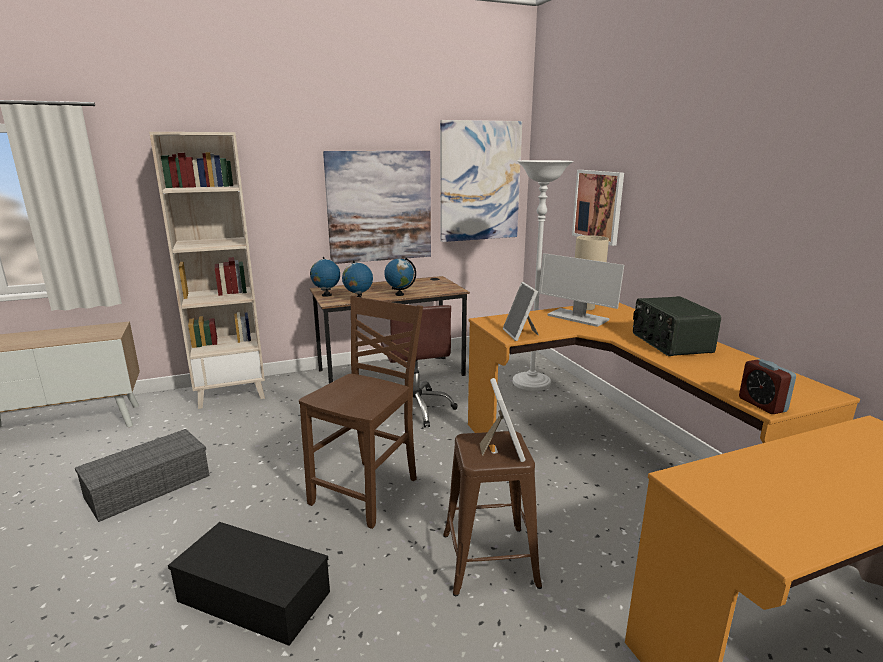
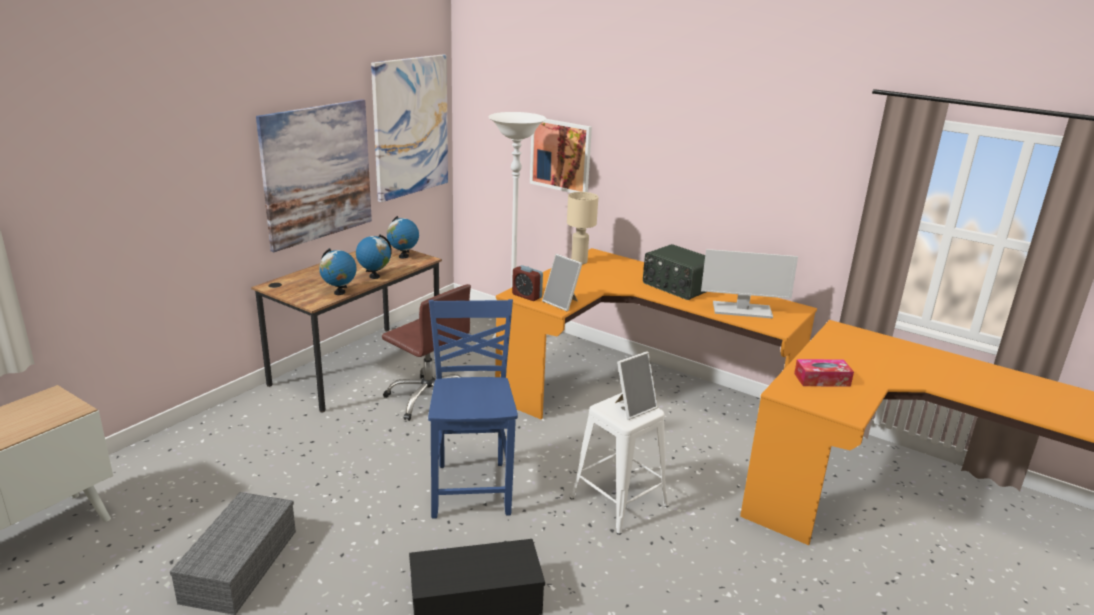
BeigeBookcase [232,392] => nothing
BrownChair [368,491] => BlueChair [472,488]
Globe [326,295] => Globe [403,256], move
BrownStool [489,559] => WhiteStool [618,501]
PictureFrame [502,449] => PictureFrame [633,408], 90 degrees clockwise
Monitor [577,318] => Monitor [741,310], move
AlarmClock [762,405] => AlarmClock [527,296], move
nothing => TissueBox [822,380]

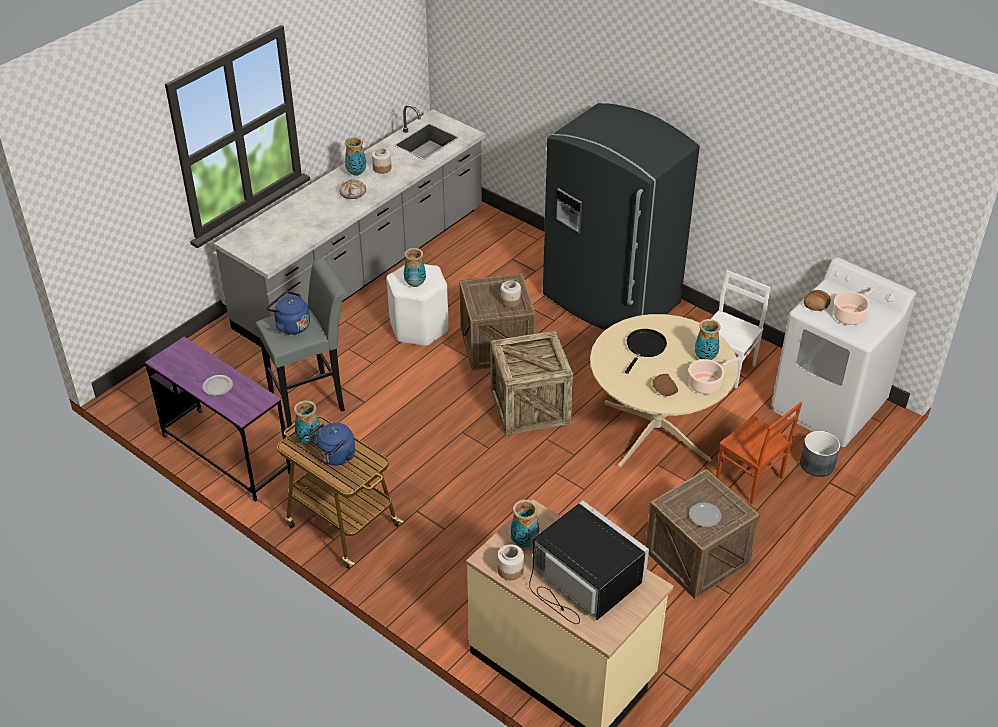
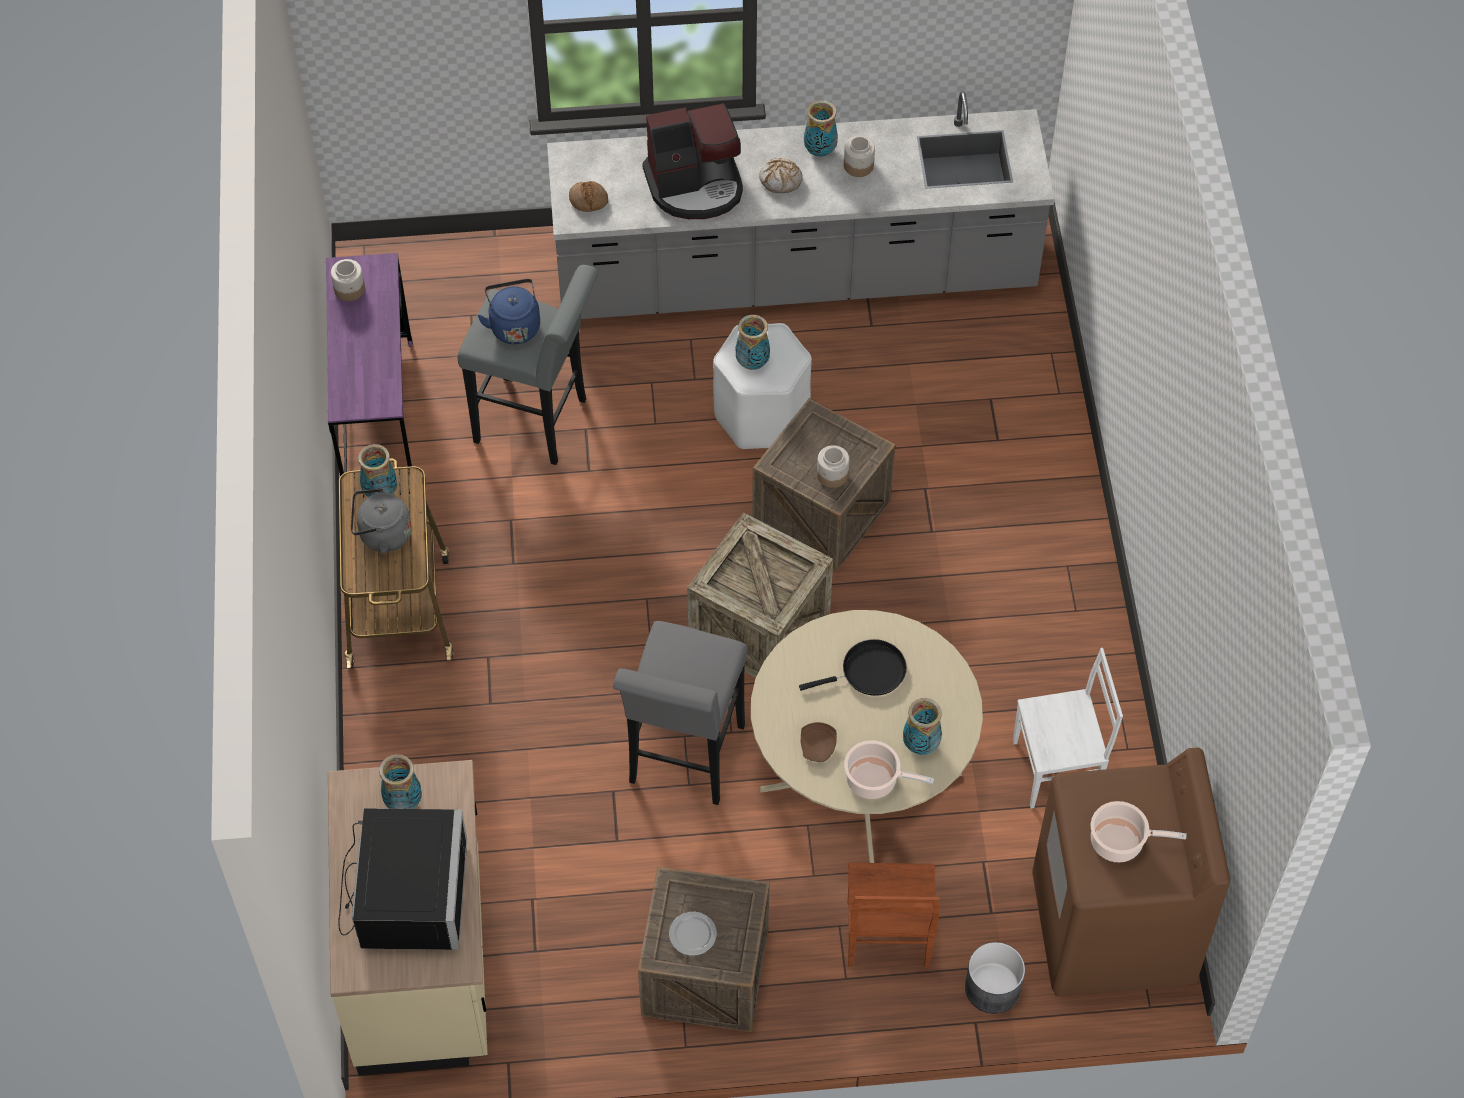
Plate [217,386] => nothing
BlueKettle [335,457] => GreyKettle [382,535]
Jar [510,570] => Jar [349,289], move
GreyFridge [609,301] => nothing
WhiteWashingMachine [829,406] => BrownWashingMachine [1112,930]
Bread [816,303] => Bread [588,200], move
nothing => GreyStool [683,762]
nothing => CoffeeMachine [695,186]

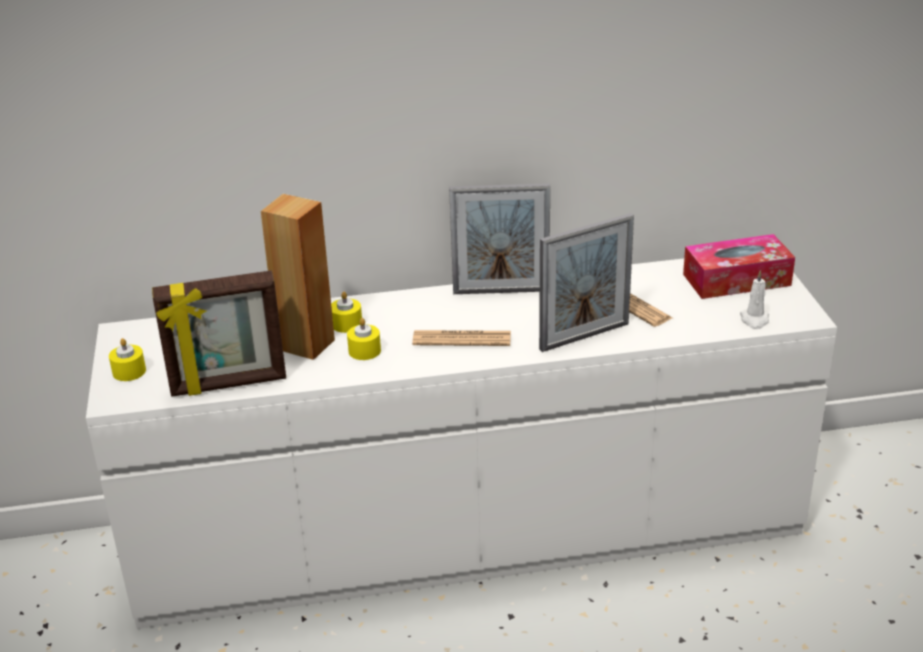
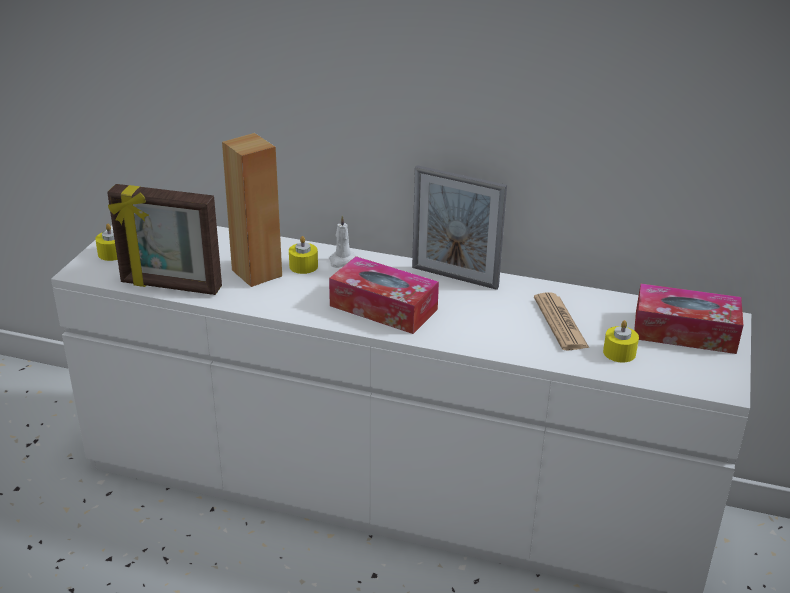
YellowCandle [364,351] => YellowCandle [619,352], move
Newspaper [462,339] => TissueBox [383,307]
PictureFrame [584,336] => nothing
WhiteCandle [754,320] => WhiteCandle [342,260], move

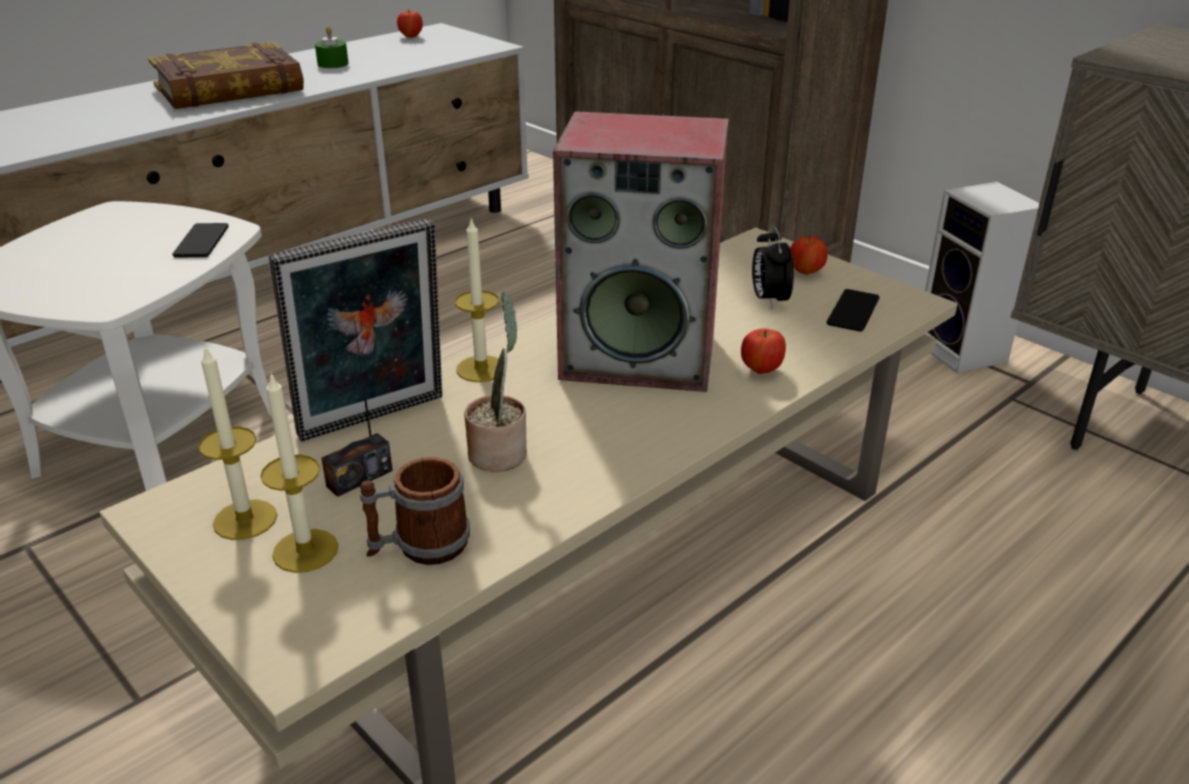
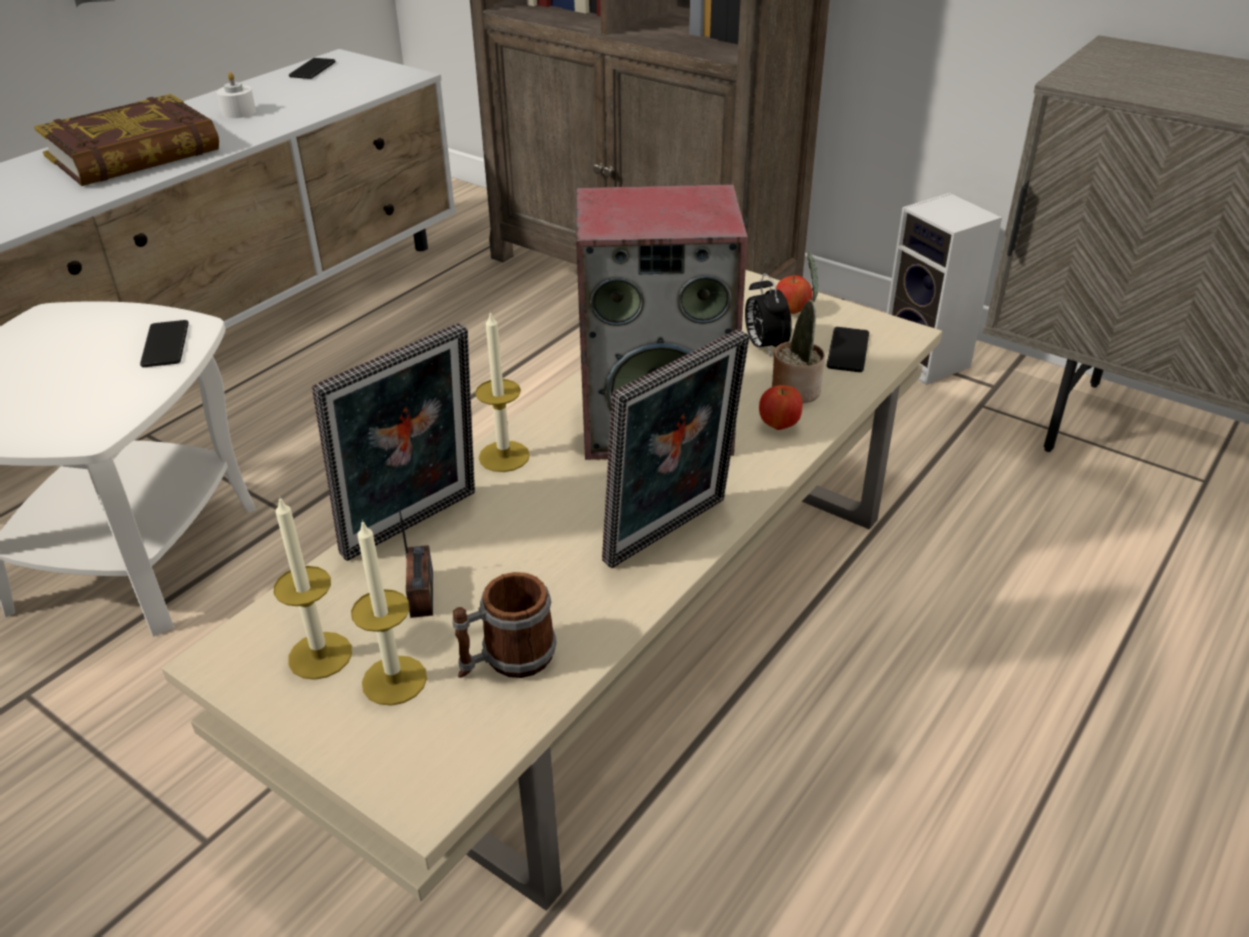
GreenCandle [333,64] => WhiteCandle [238,112]
Radio [359,478] => Radio [421,594], 45 degrees counterclockwise
Apple [411,36] => Phone [312,69]
PottedPlant [499,452] => PottedPlant [796,388], move
nothing => PictureFrame [672,535]

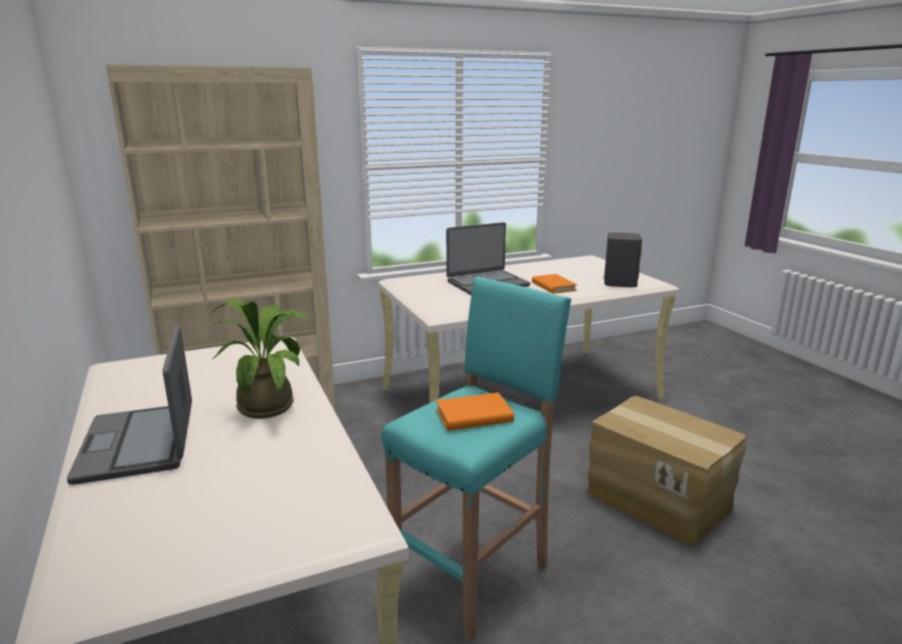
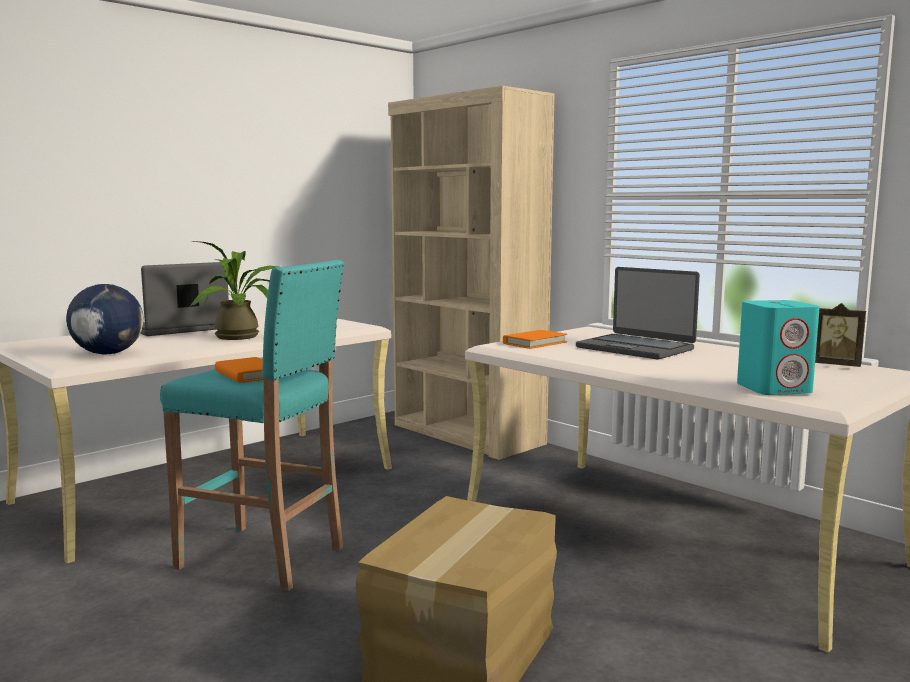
OrangeBook [553,286] => OrangeBook [534,343], move
GreySpeaker [620,283] => TurquoiseSpeaker [774,389]
nothing => Globe [108,353]
nothing => PictureFrame [836,365]

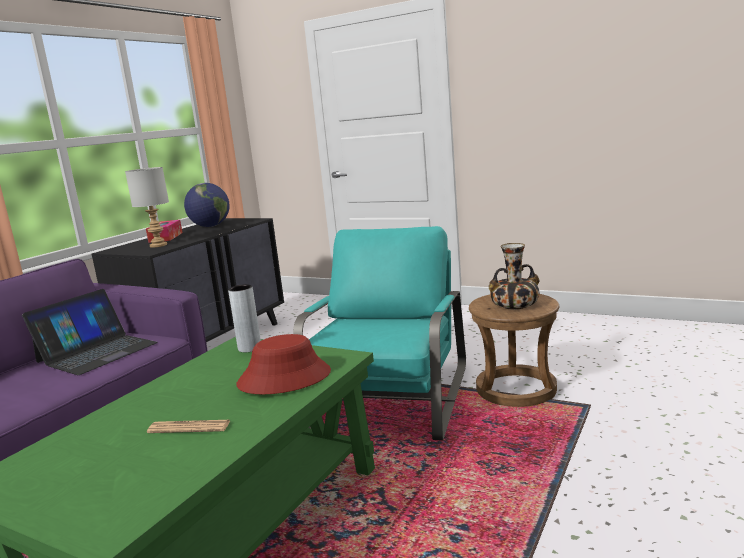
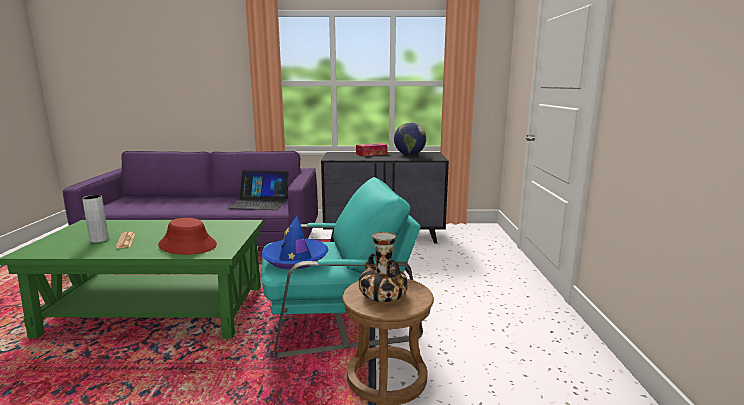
GreyTableLamp [157,245] => nothing
GreyVase [249,348] => GreyVase [99,240], move
nothing => BlueHat [295,259]

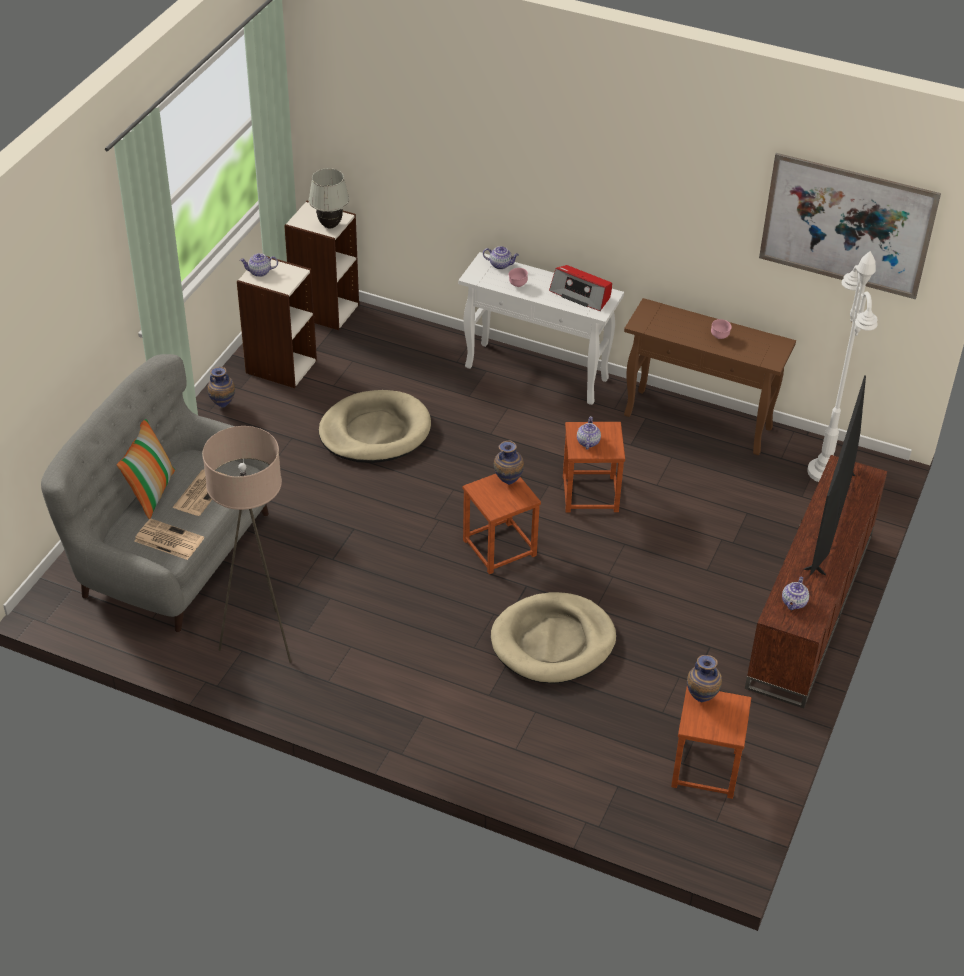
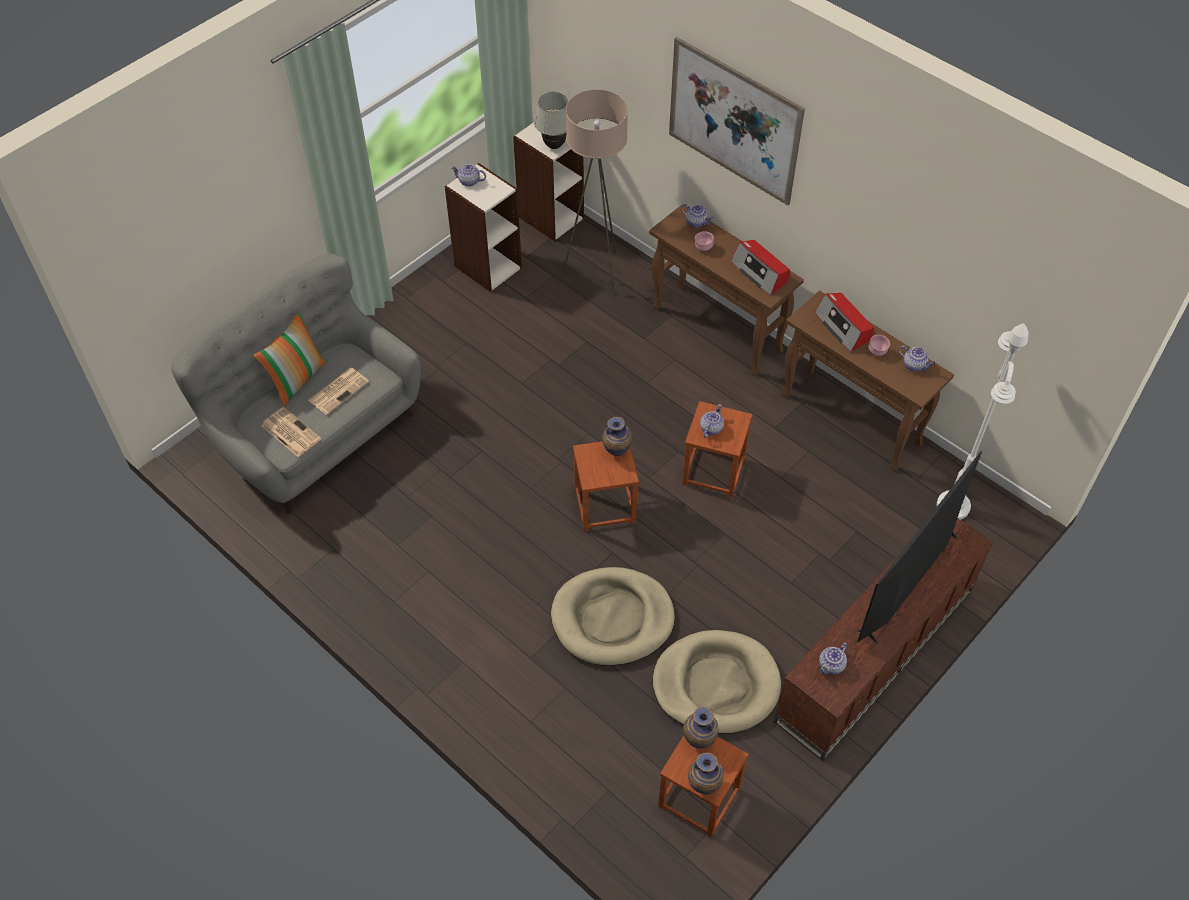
BeigeFloorLamp [261,641] => BeigeFloorLamp [597,273], move
Vase [223,405] => Vase [704,785], move
BeigeDogBed [375,431] => BeigeDogBed [716,684], move
WhiteConsoleTable [537,373] => BrownConsoleTable [718,330]
Picture [847,226] => Picture [733,121], move
nothing => Radio [843,327]
nothing => Teapot [914,365]

